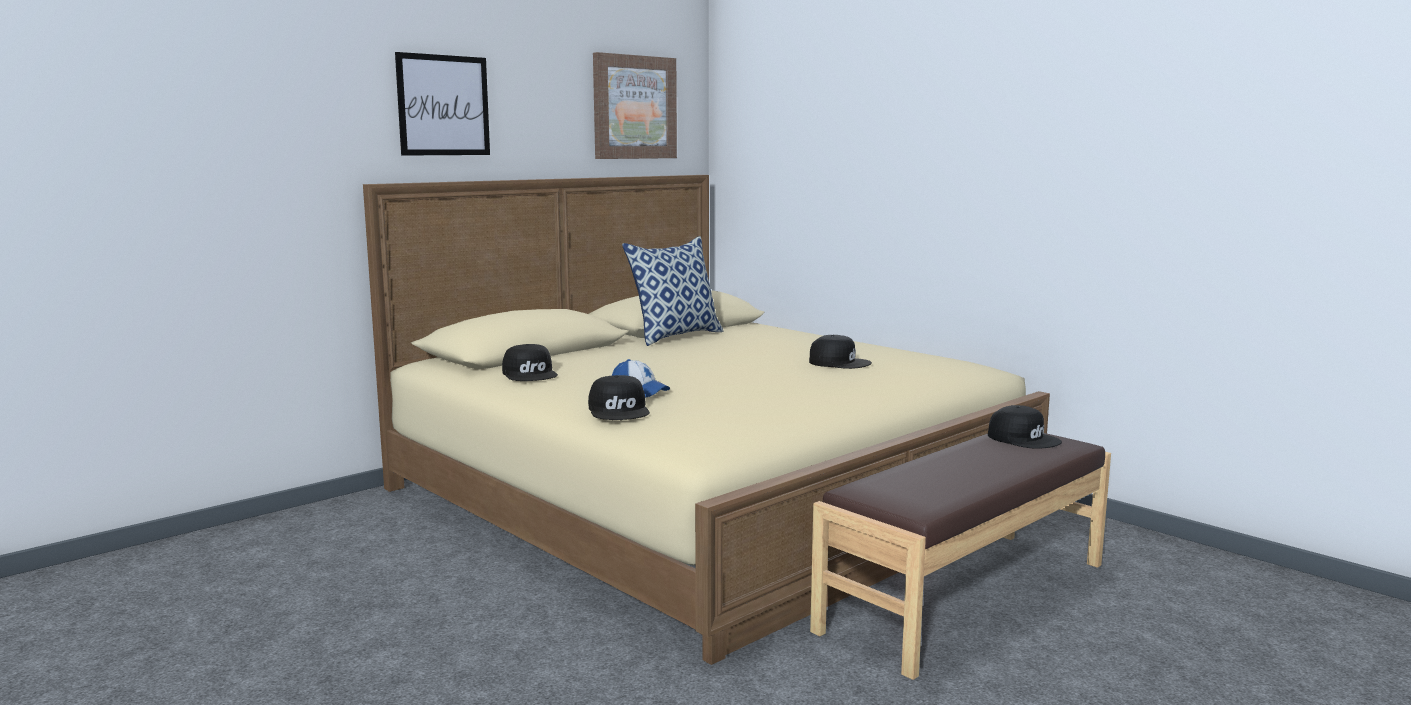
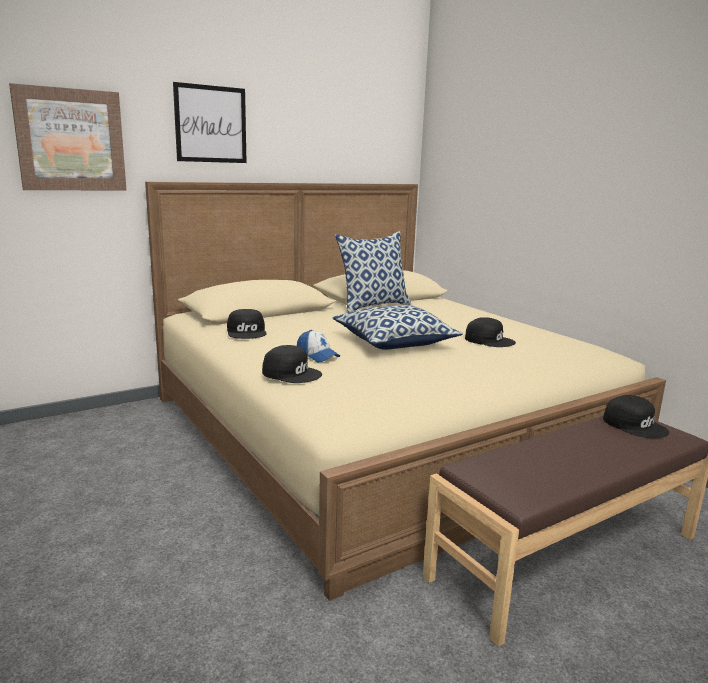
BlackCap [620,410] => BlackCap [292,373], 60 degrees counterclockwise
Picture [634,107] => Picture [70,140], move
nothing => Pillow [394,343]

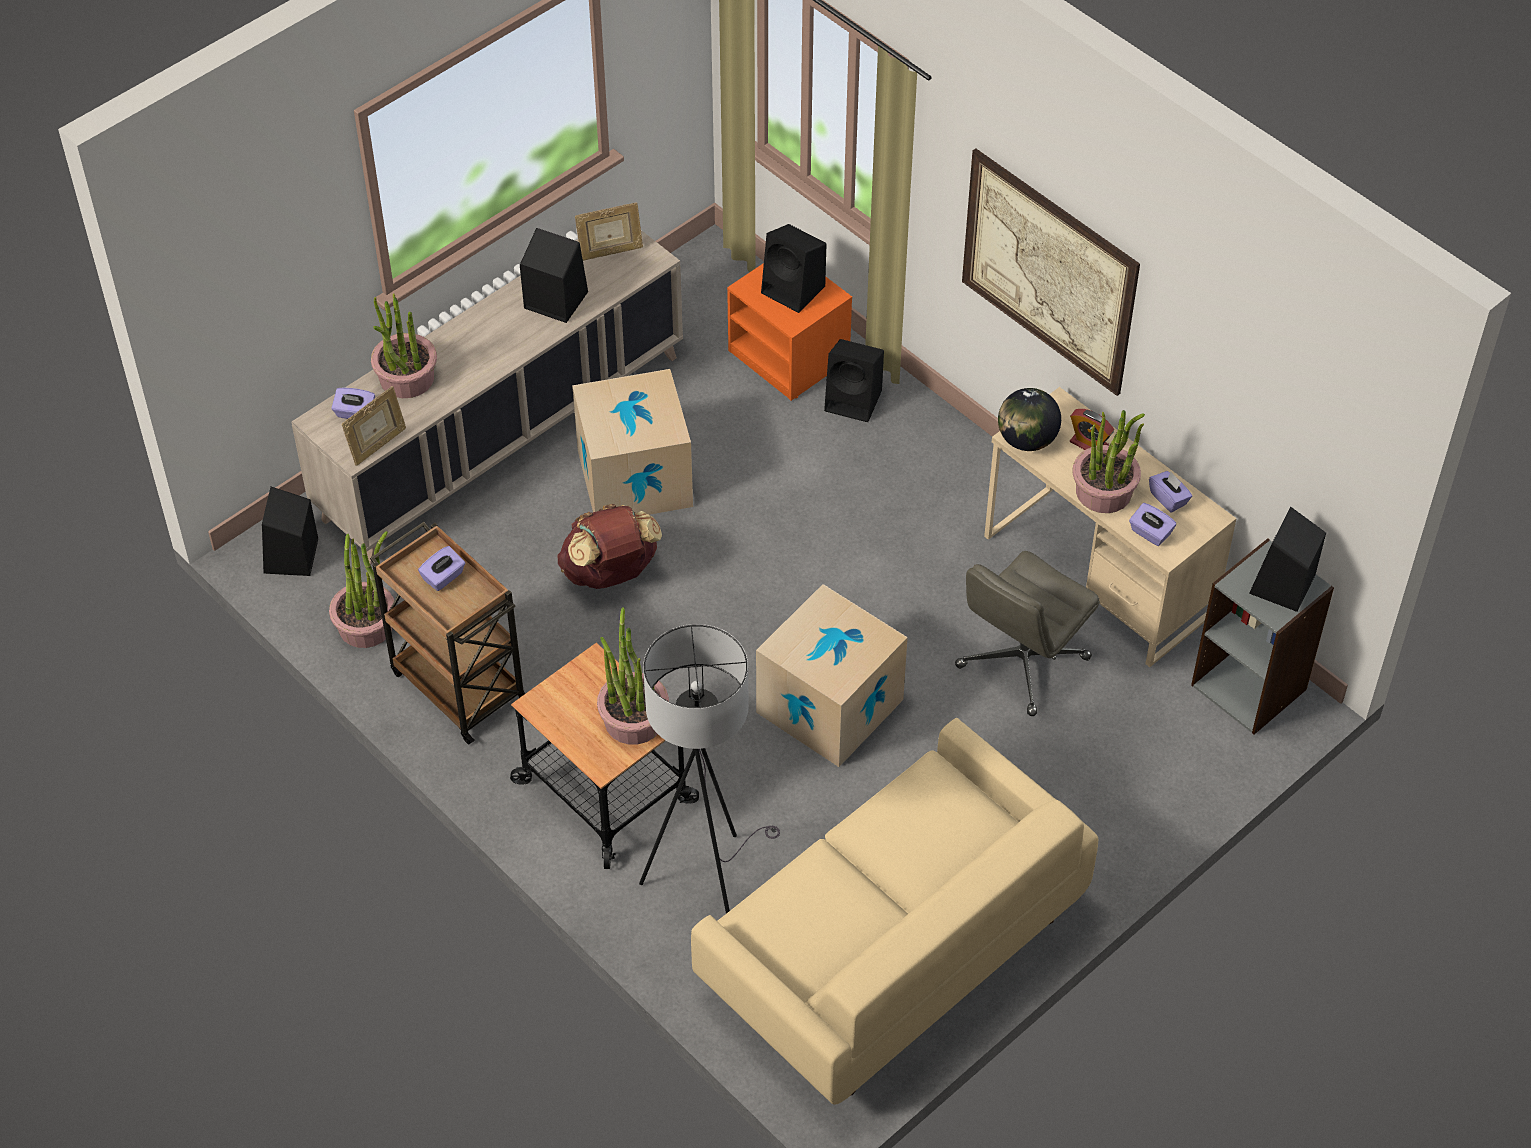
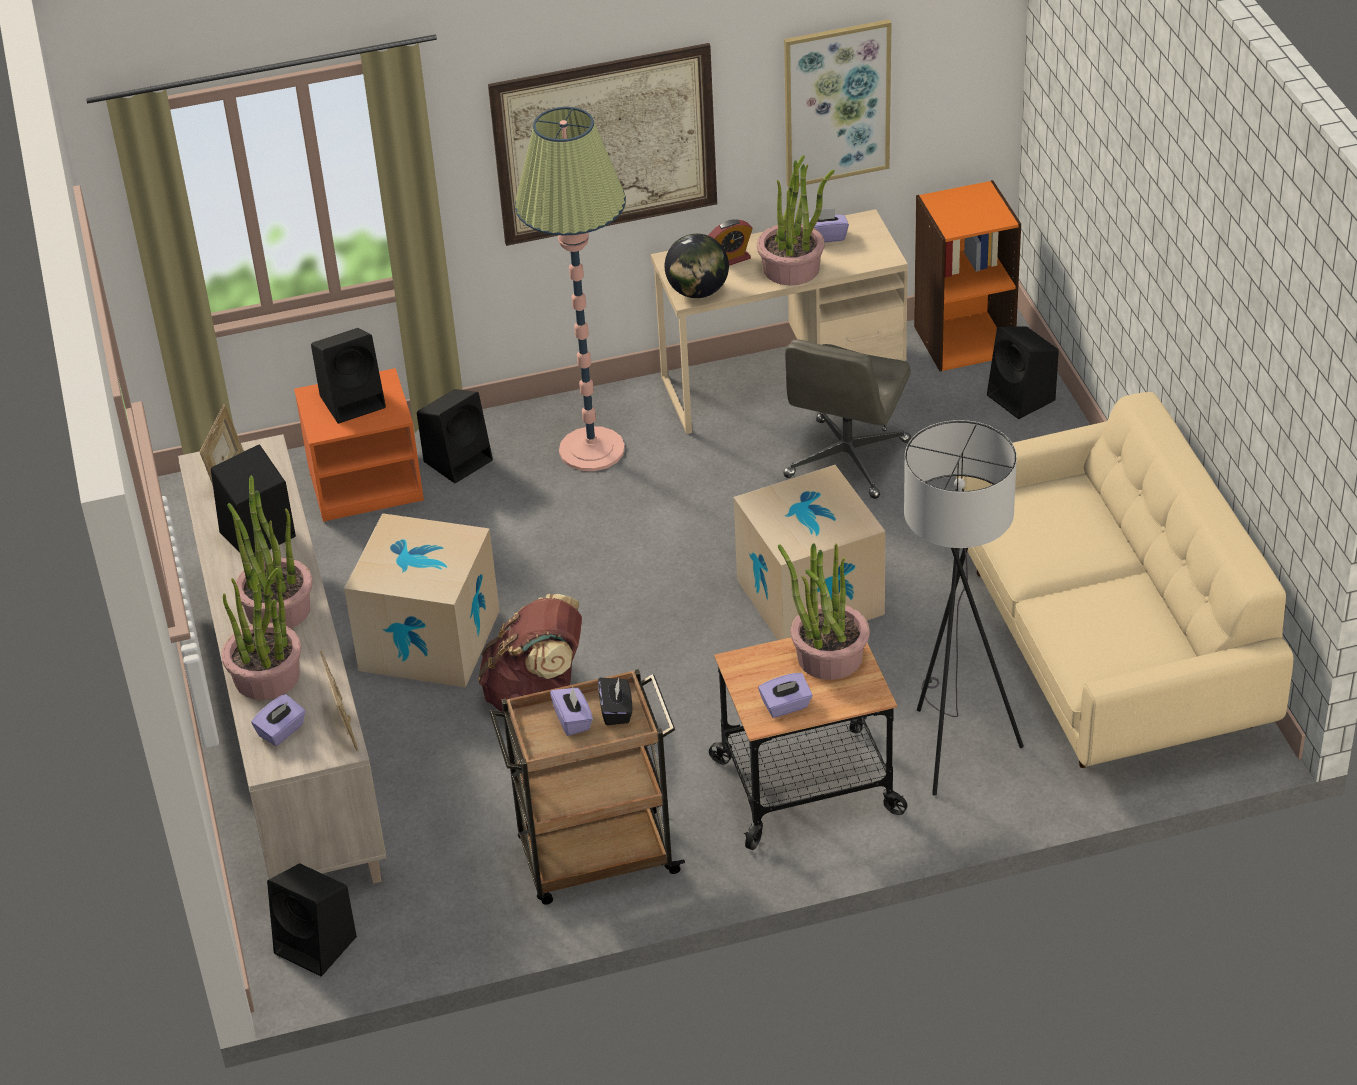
PottedPlant [366,625] => PottedPlant [278,609], move
GreyOfficeChair [1022,663] => GreyOfficeChair [847,460], 45 degrees clockwise
PurpleTissueBox [1150,533] => PurpleTissueBox [786,706], move
GreyBookcase [1249,686] => OrangeBookcase [963,340]
BlackSpeaker [1282,586] => BlackSpeaker [1022,398], move
nothing => FloorLamp [591,450]
nothing => BlackTissueBox [616,711]
nothing => Picture [836,103]

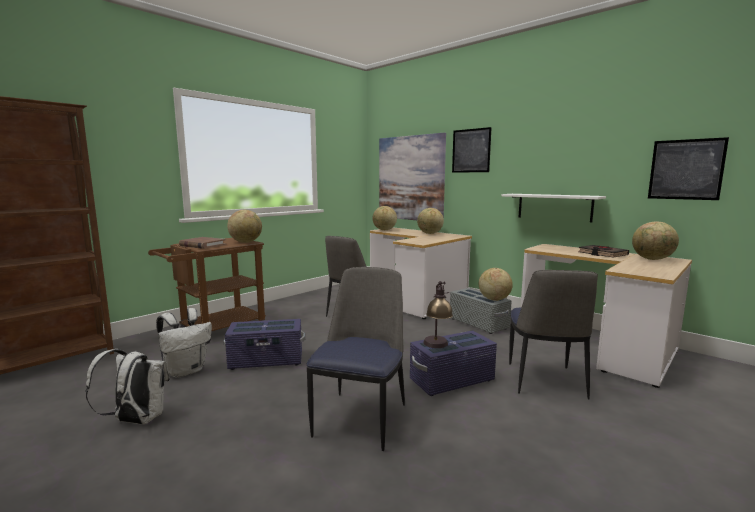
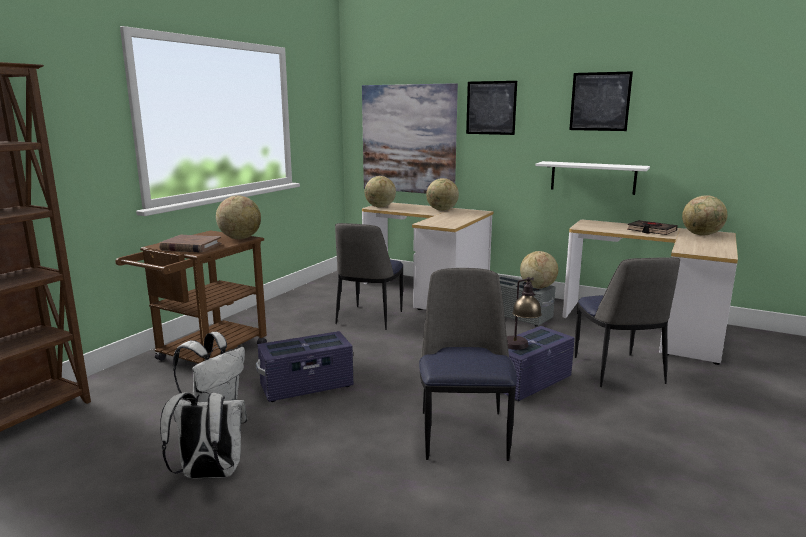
Picture [685,169] => Picture [600,101], move

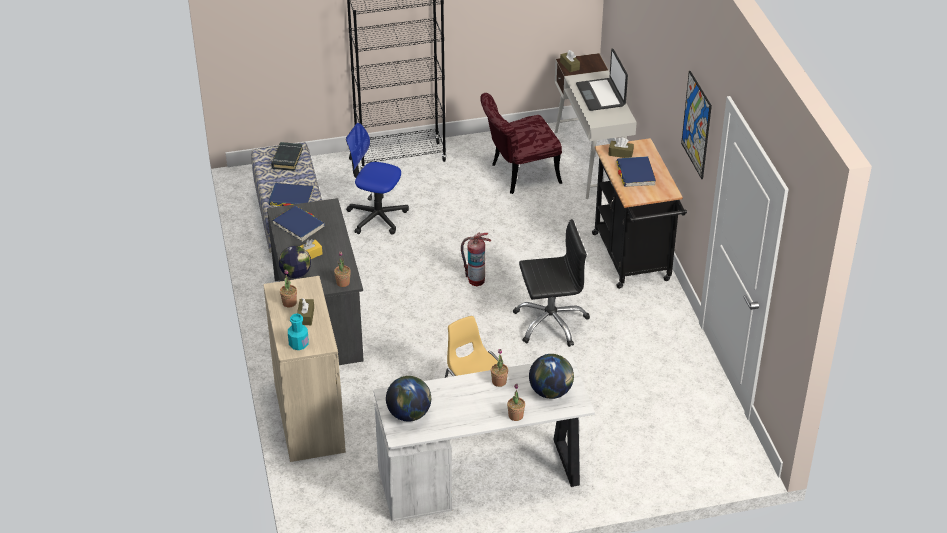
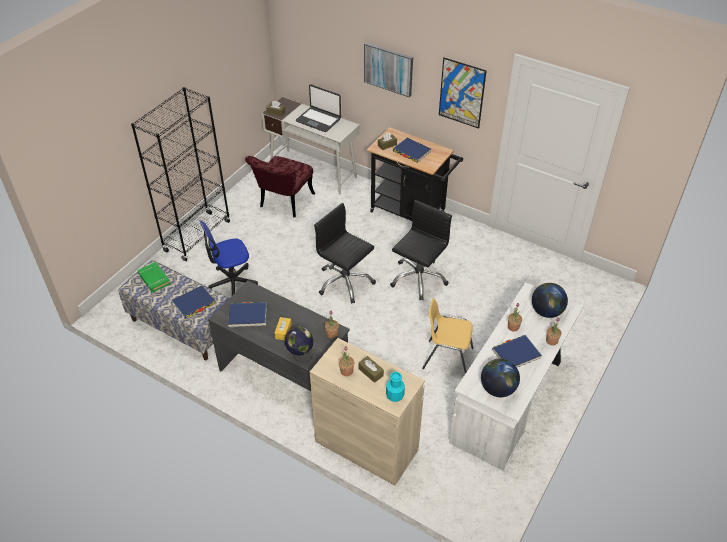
BlackBook [287,159] => GreenBook [154,279]
FireExtinguisher [476,280] => BlackOfficeChair [345,282]
nothing => Picture [388,69]
nothing => BlueBook [516,354]

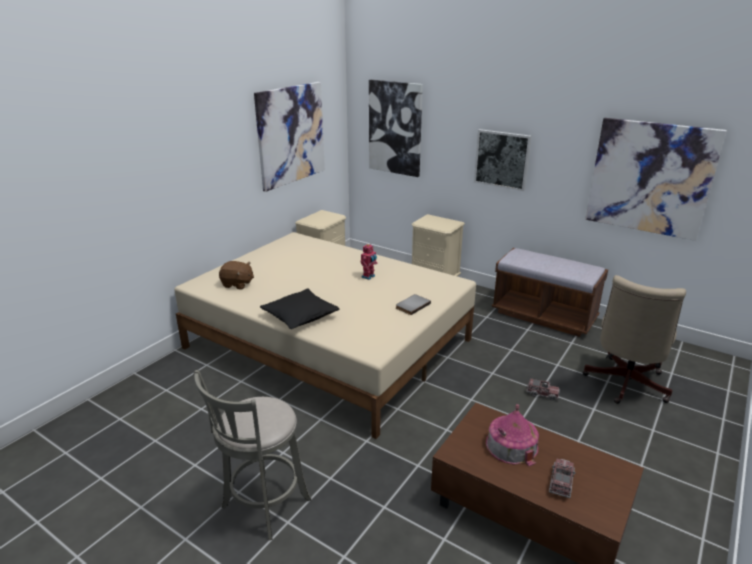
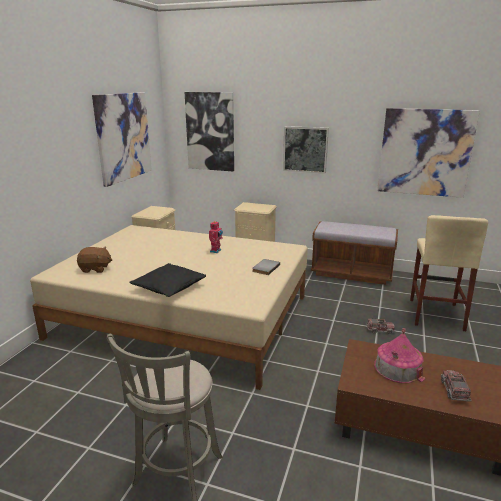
BeigeOfficeChair [624,385] => BeigeStool [436,314]

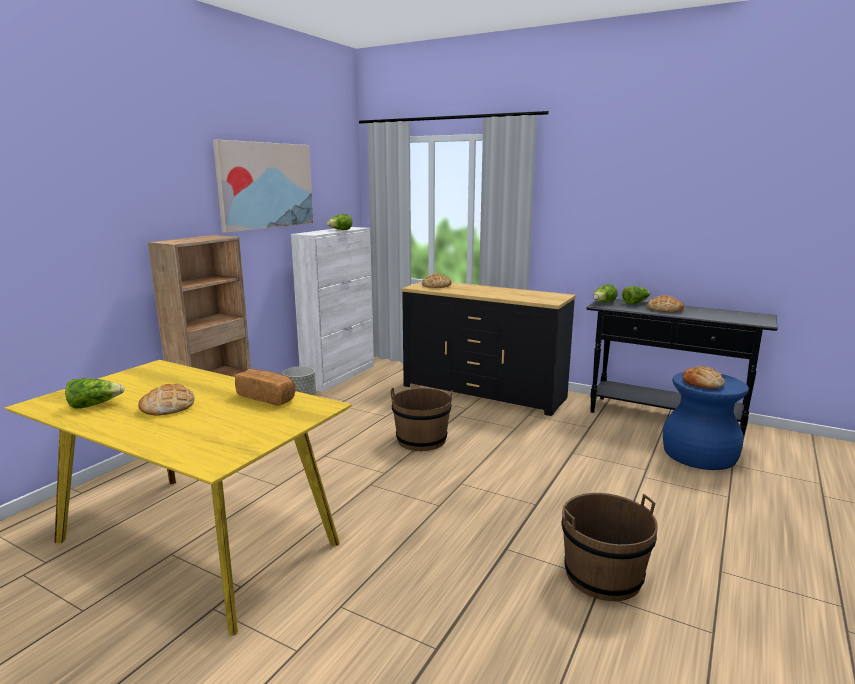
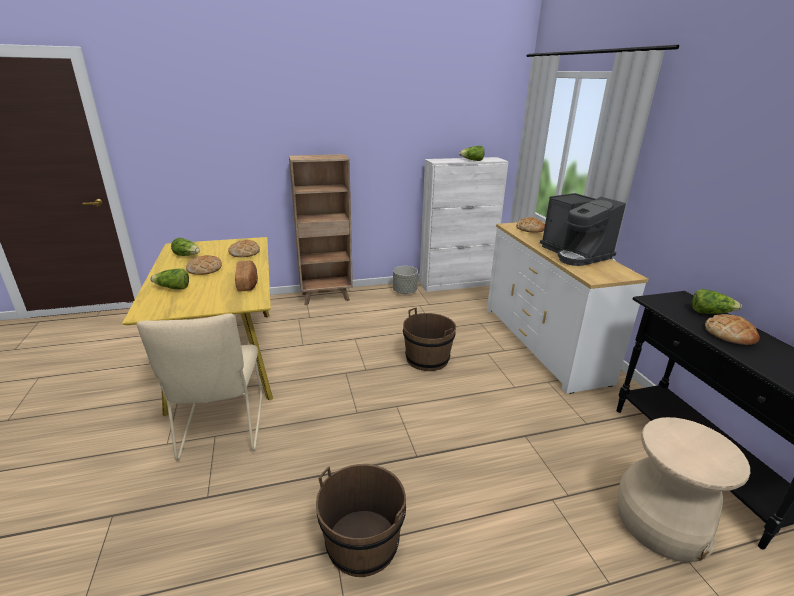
Picture [265,185] => nothing
BlackDresser [483,392] => WhiteDresser [543,343]
Lettuce [603,303] => Lettuce [173,288], move
BlueStool [698,455] => BeigeStool [661,521]
Bread [702,382] => Bread [244,252], move
nothing => BeigeChair [222,430]
nothing => CoffeeMachine [575,254]

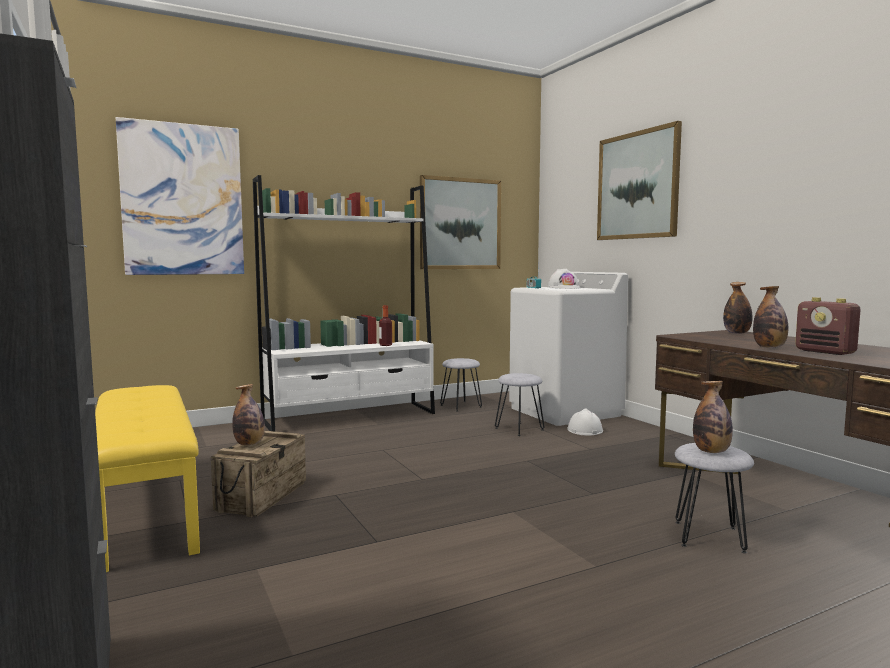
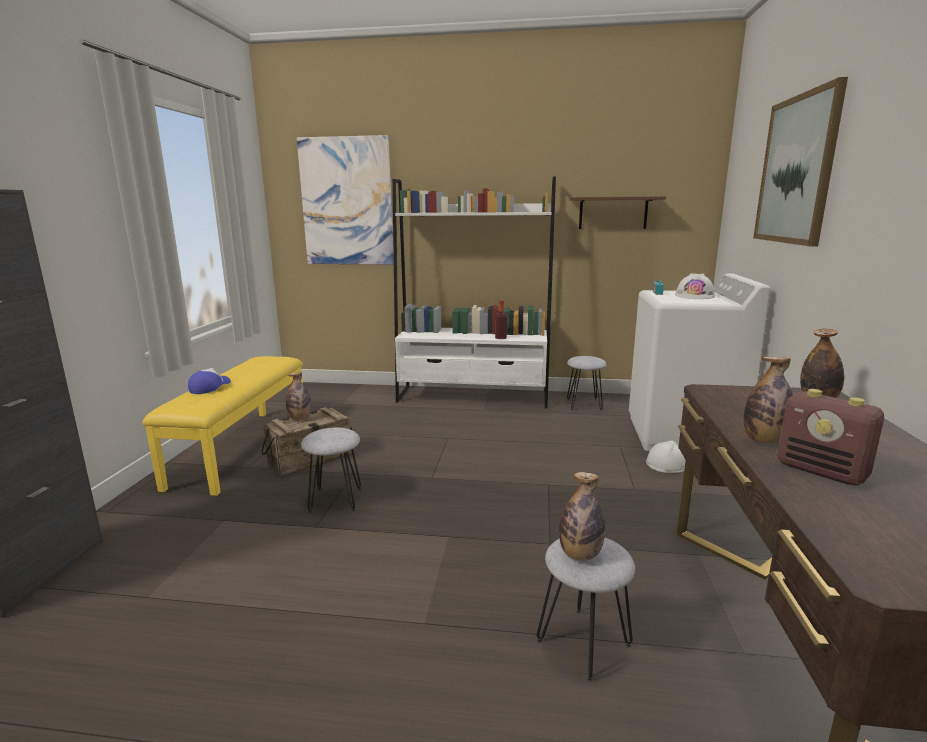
Picture [460,224] => BrownShelf [613,213]
GreyStool [519,429] => GreyStool [335,499], move
Radio [825,352] => Radio [822,471], 45 degrees counterclockwise
nothing => Cap [210,387]

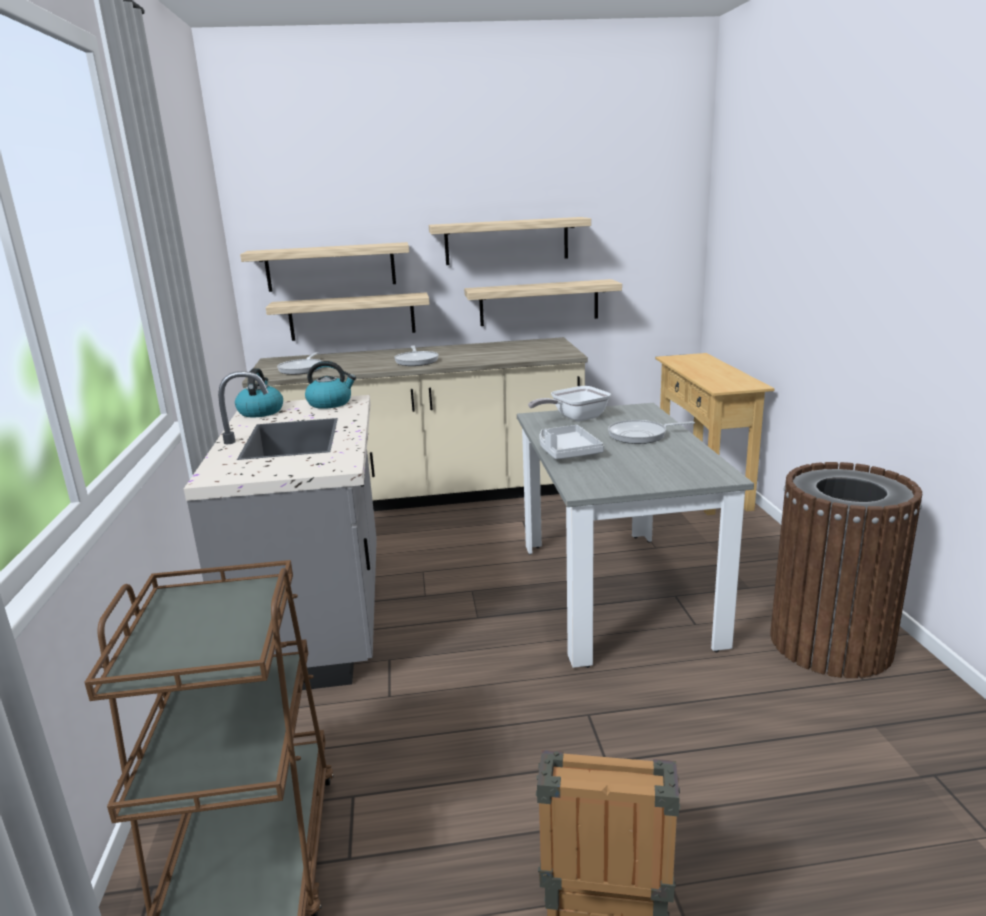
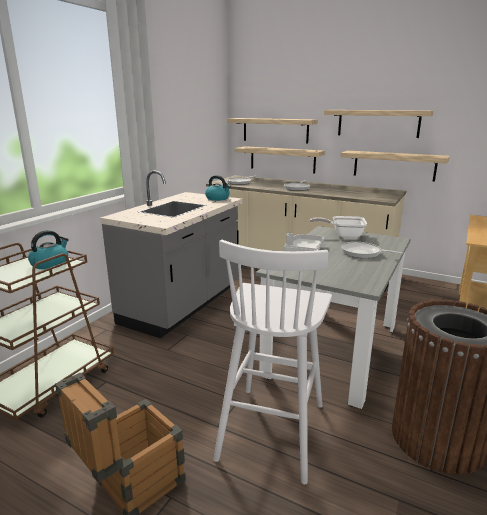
Kettle [260,411] => Kettle [50,264], move
nothing => WhiteStool [272,429]

